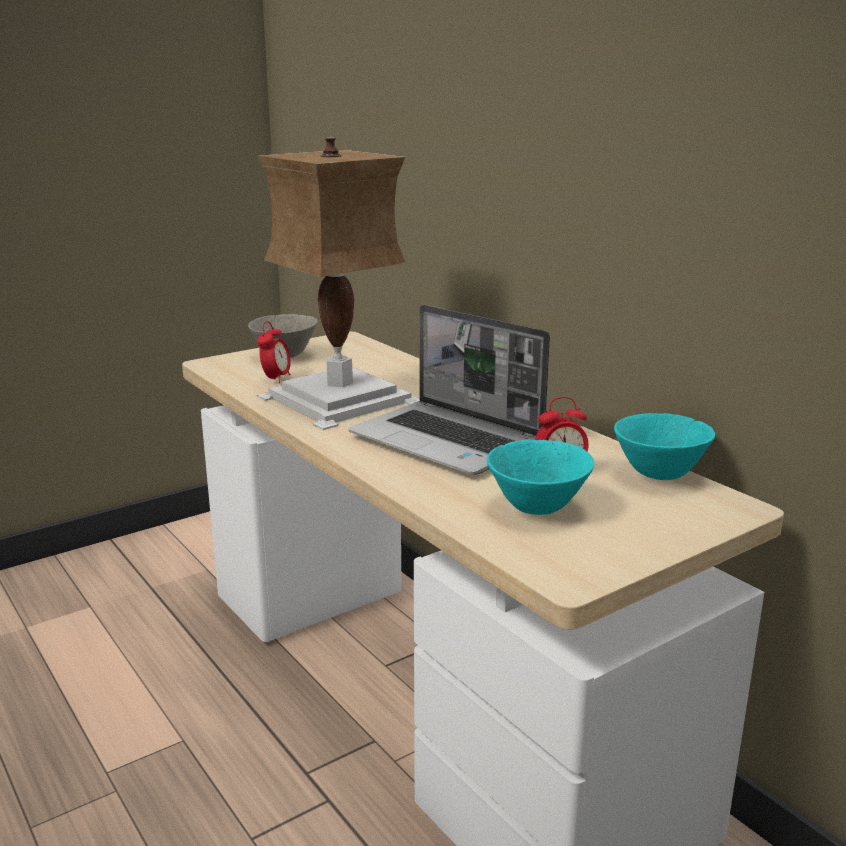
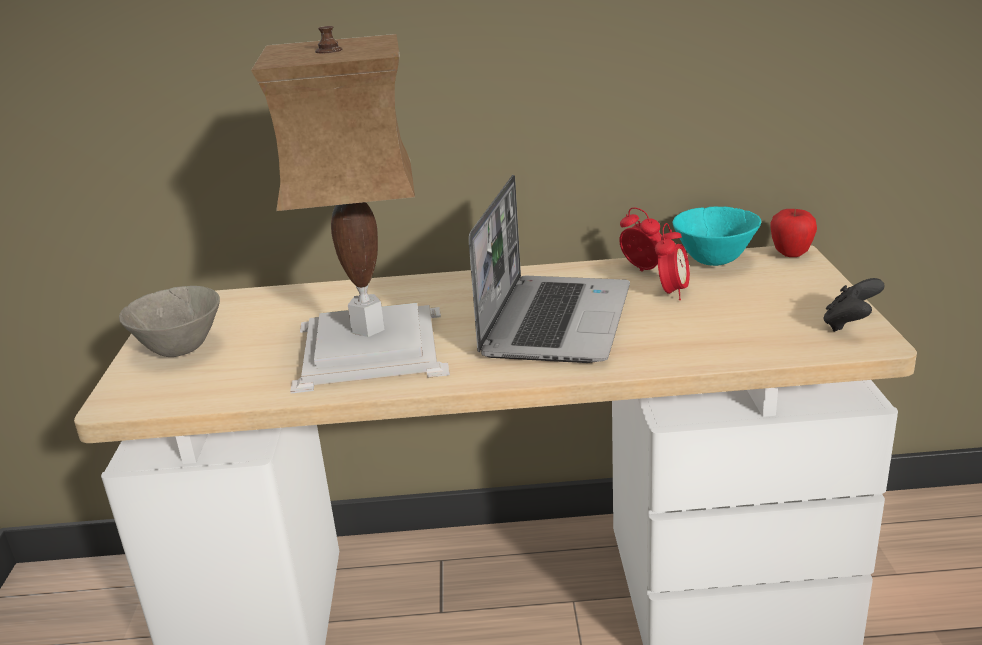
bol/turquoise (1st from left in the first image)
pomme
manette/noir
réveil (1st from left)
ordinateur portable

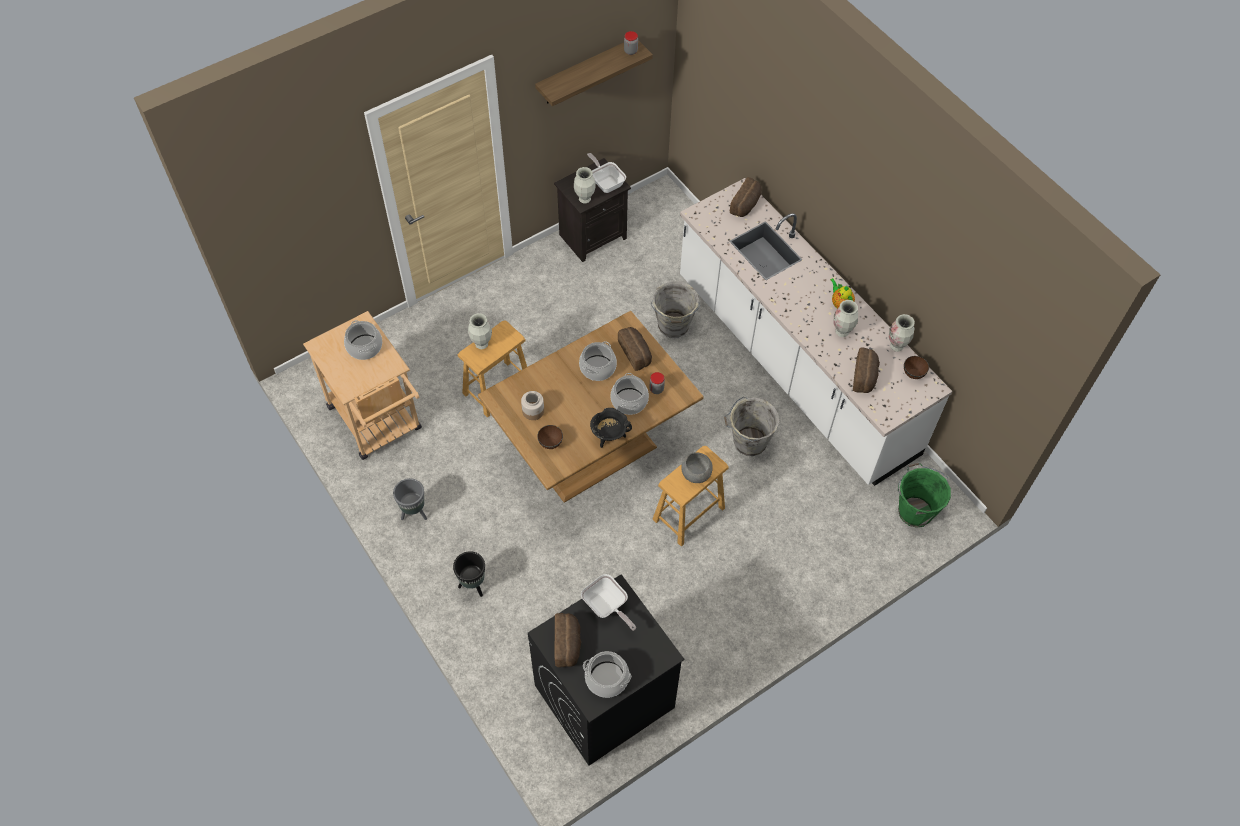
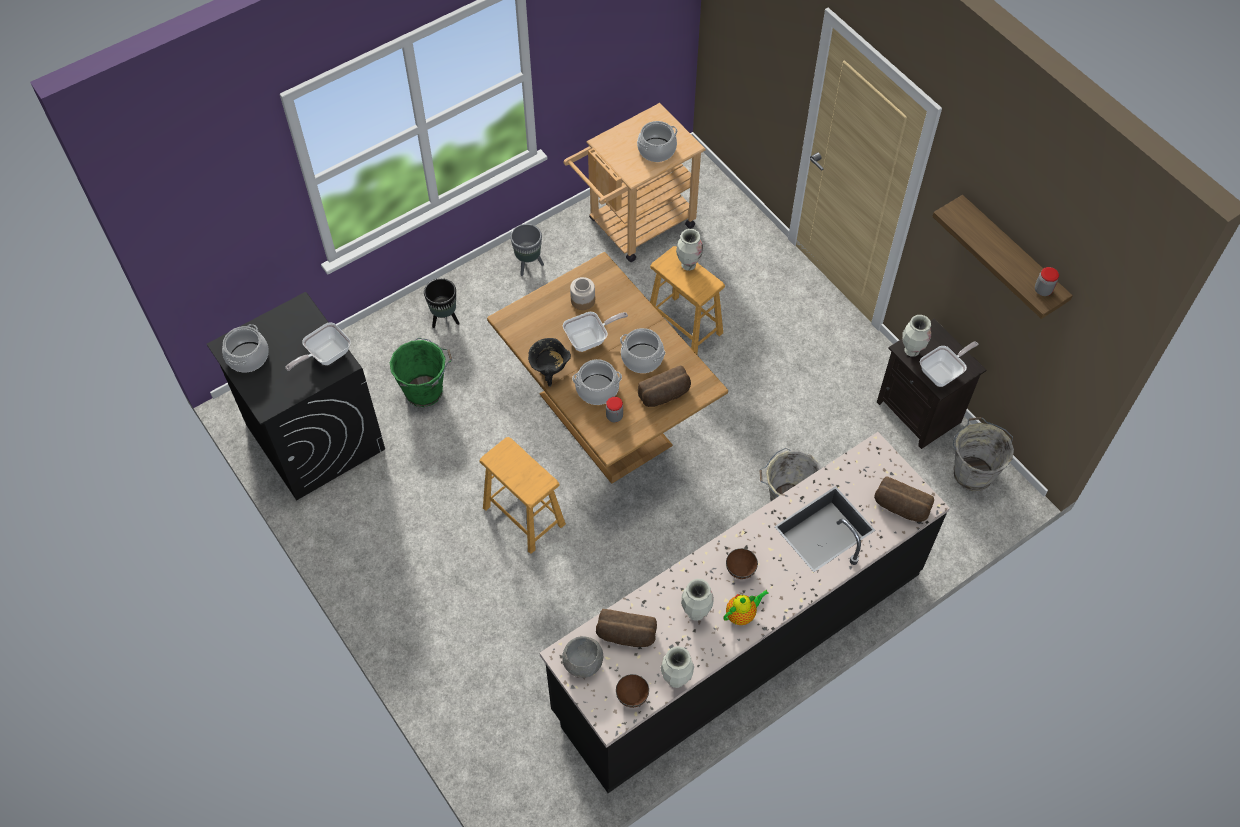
pain (1st from left in the first image)
poêle (2nd from left)
bol/marron (2nd from left)
bol/gris
seau/gris (2nd from left)
seau/vert
comptoir de cuisine/noir

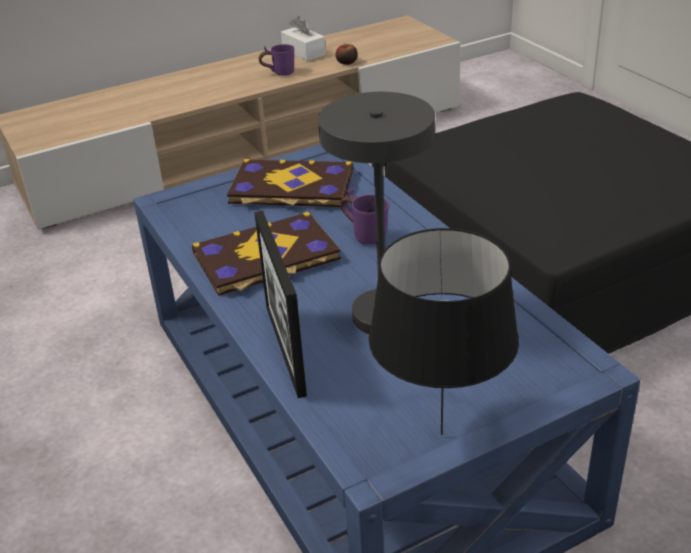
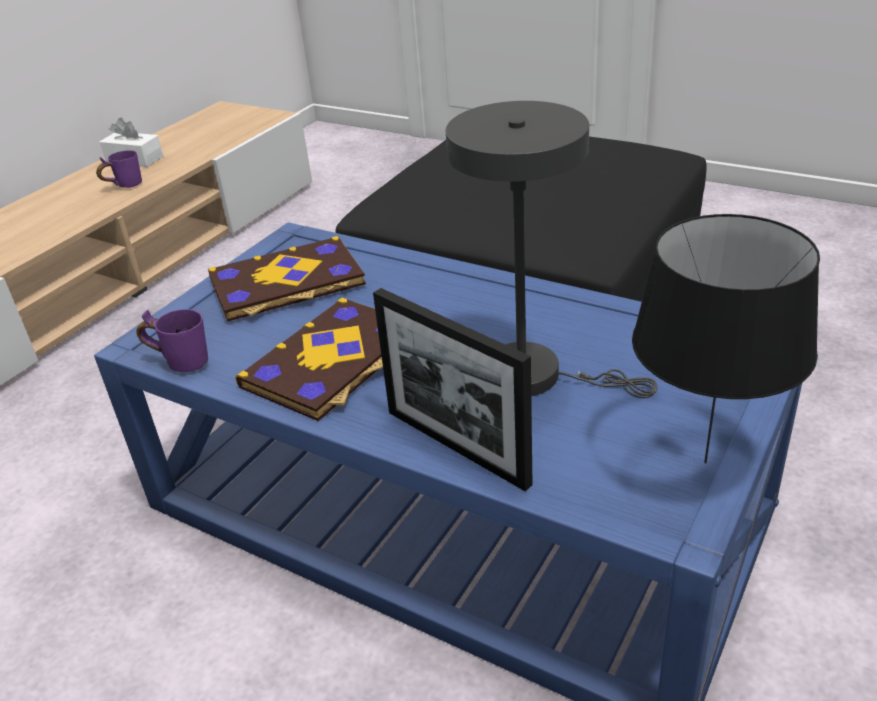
pomme
mug/violet (2nd from left)

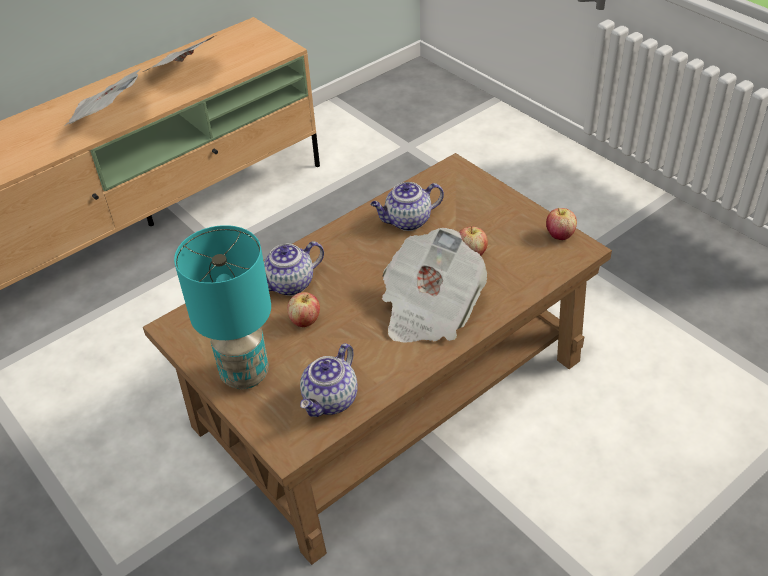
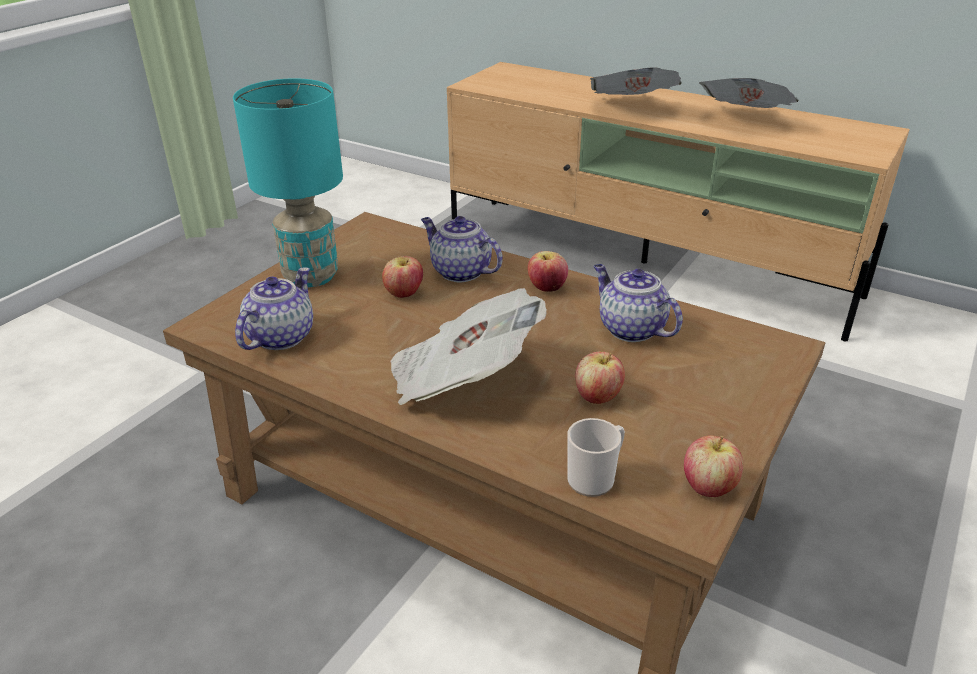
pomme (2nd from left)
mug
théière (1st from left)

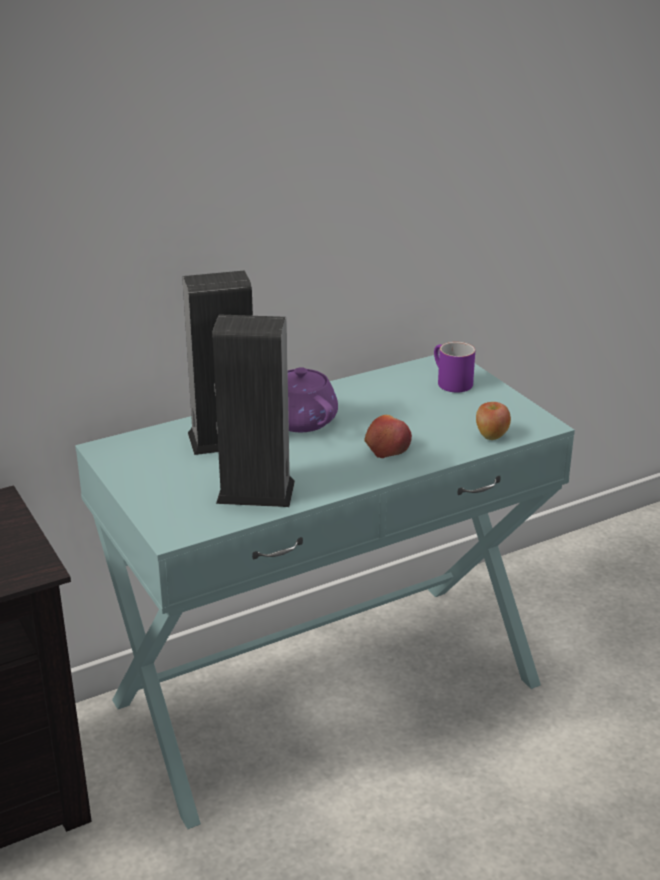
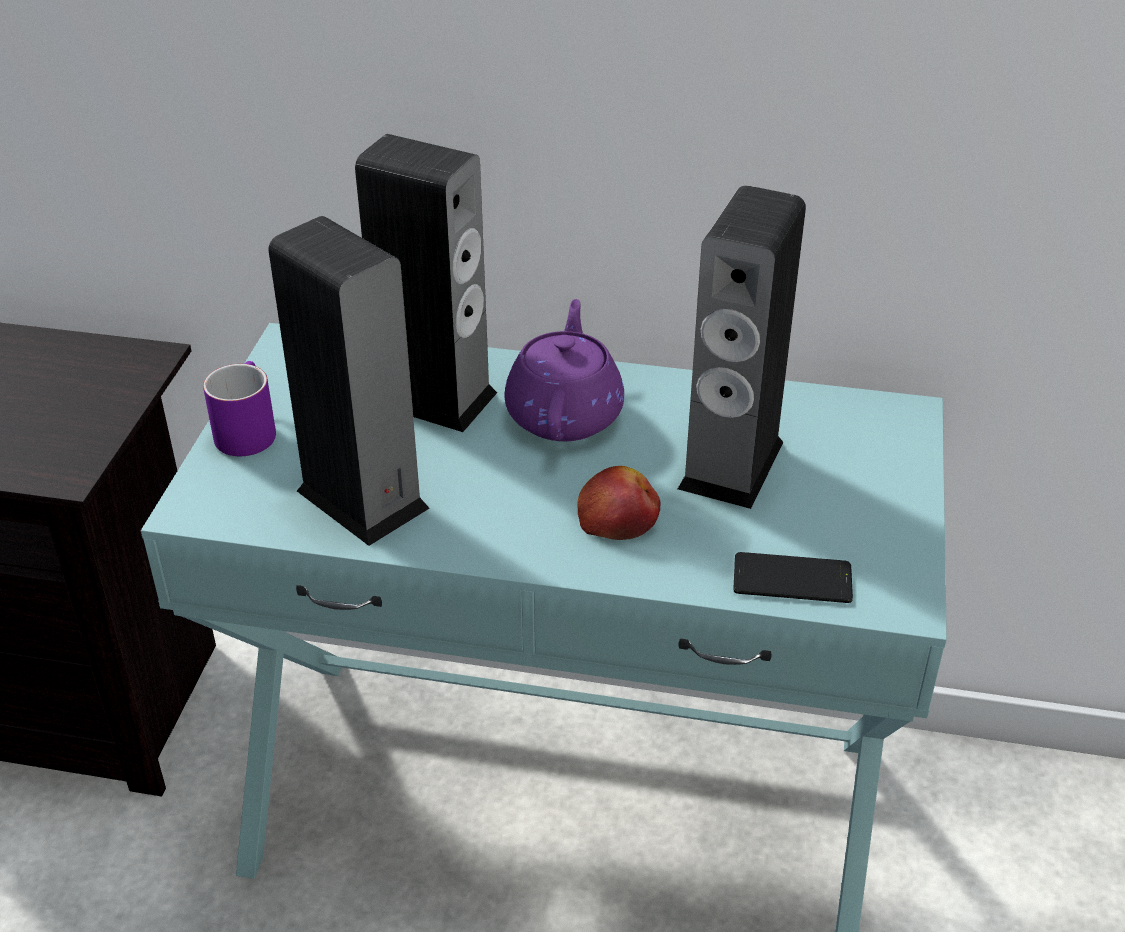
enceinte (3rd from left)
mug/violet
téléphone

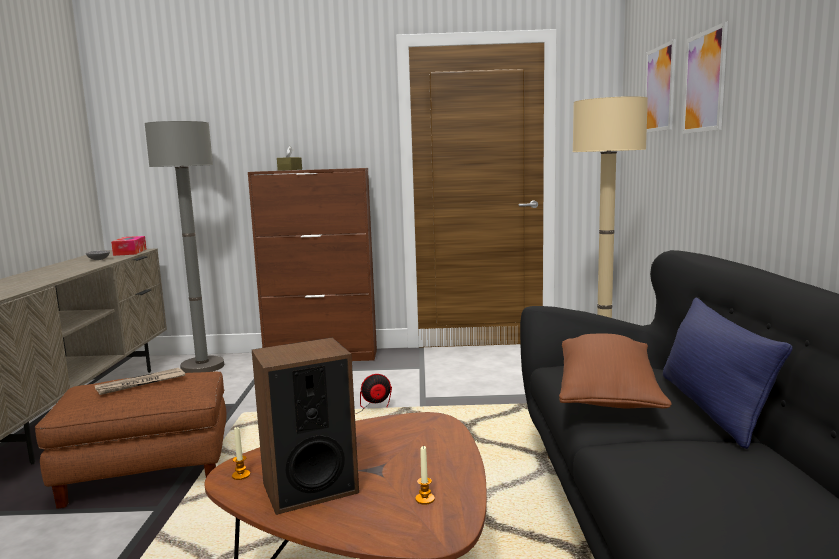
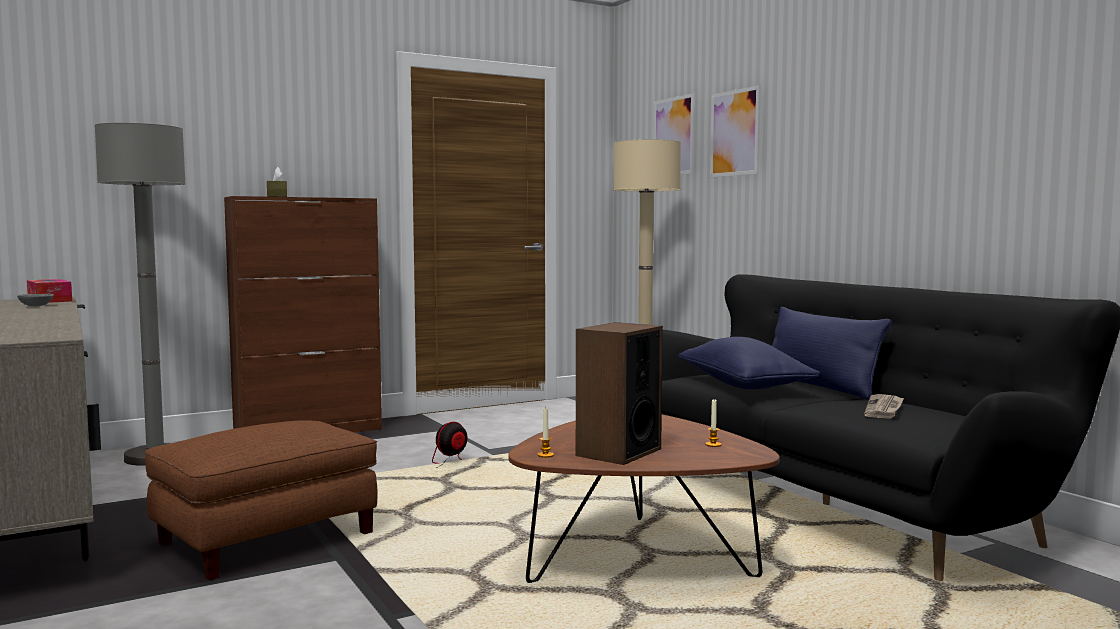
journal
coussin/bleu (1st from left)

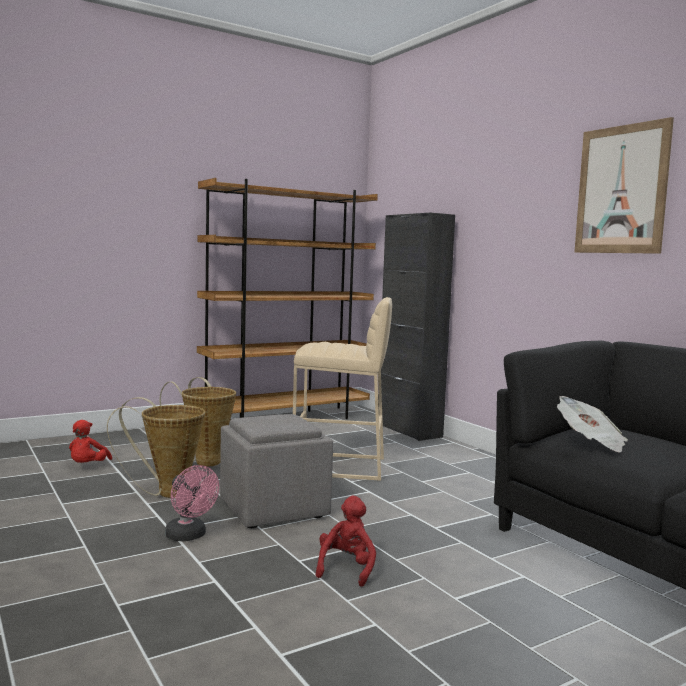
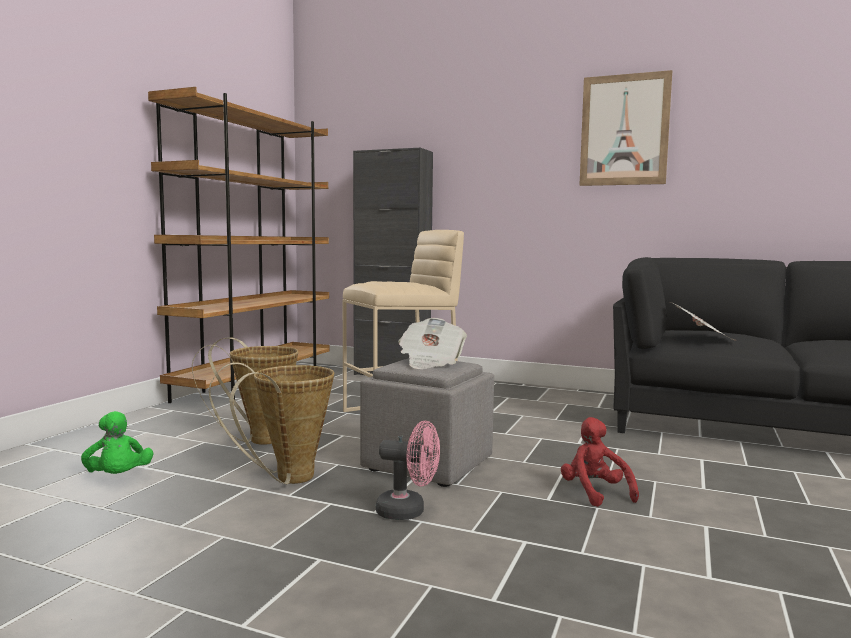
journal (1st from left)
peluche/vert

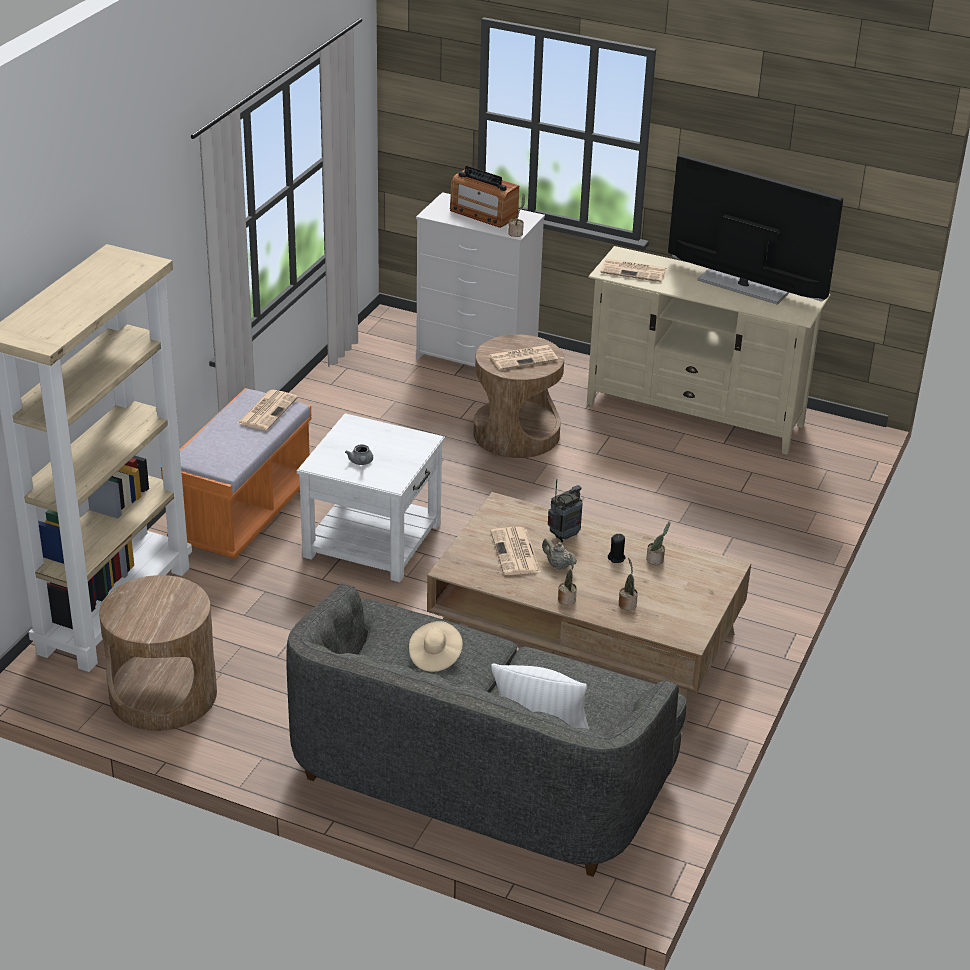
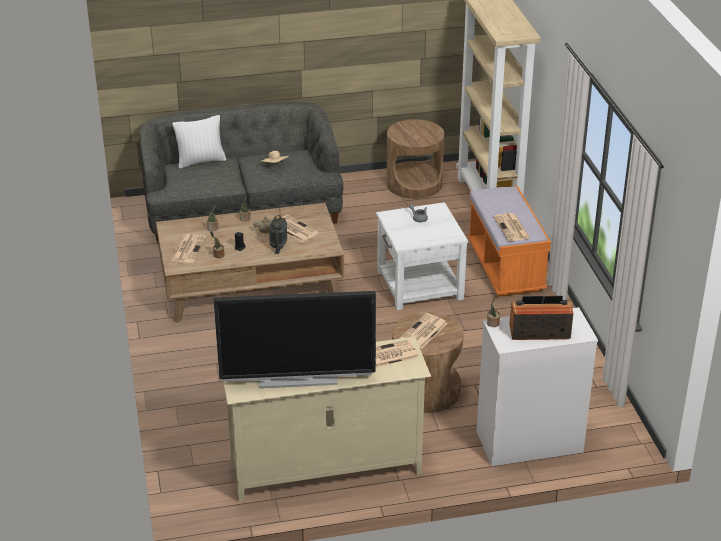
journal (1st from left)

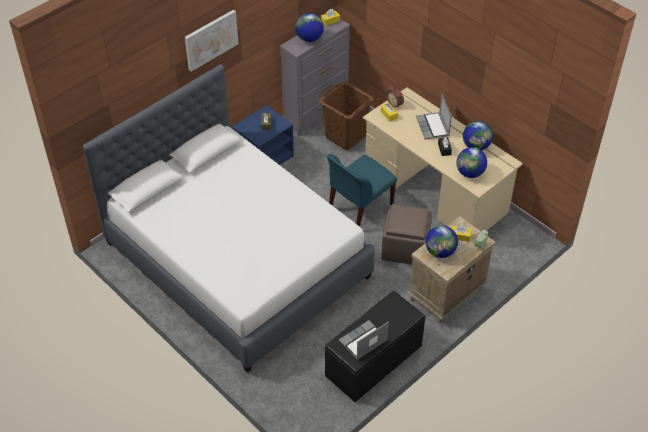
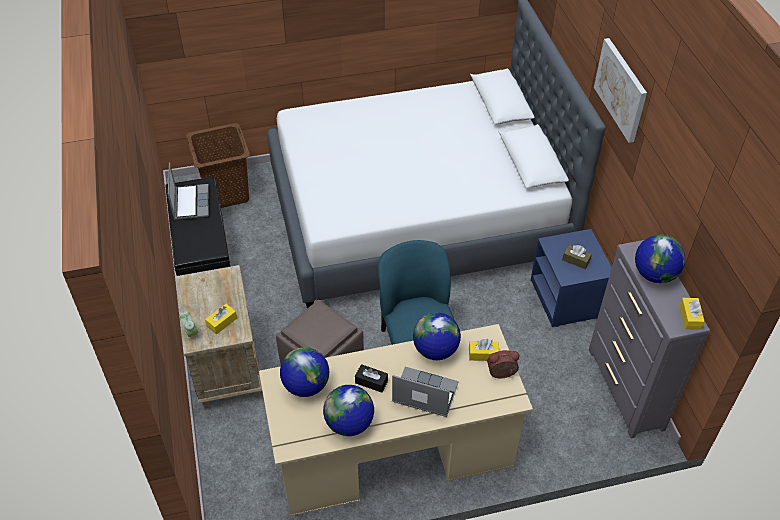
panier à linge/marron
globe (3rd from left)

